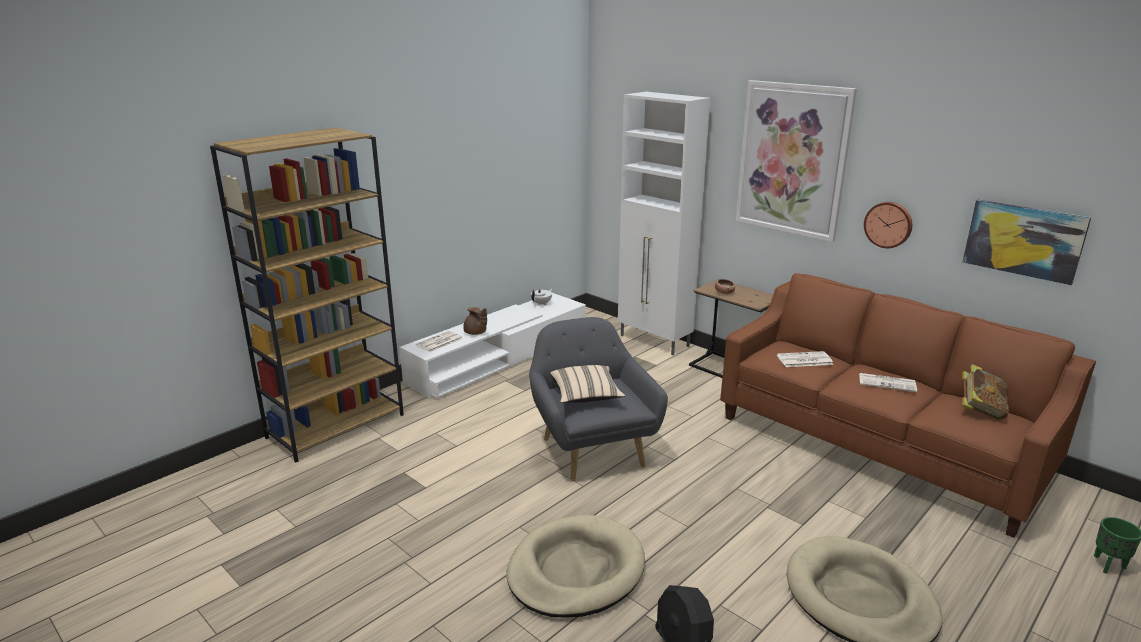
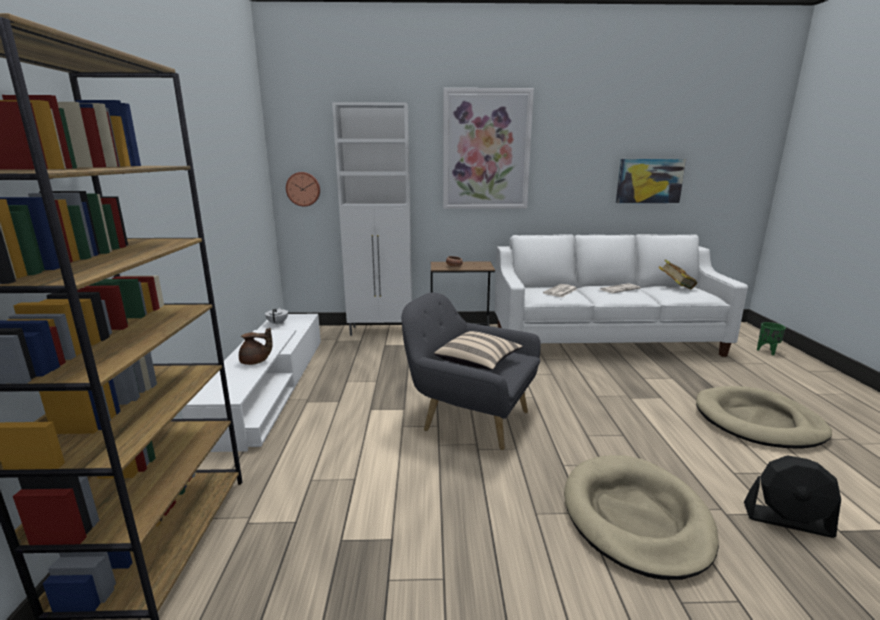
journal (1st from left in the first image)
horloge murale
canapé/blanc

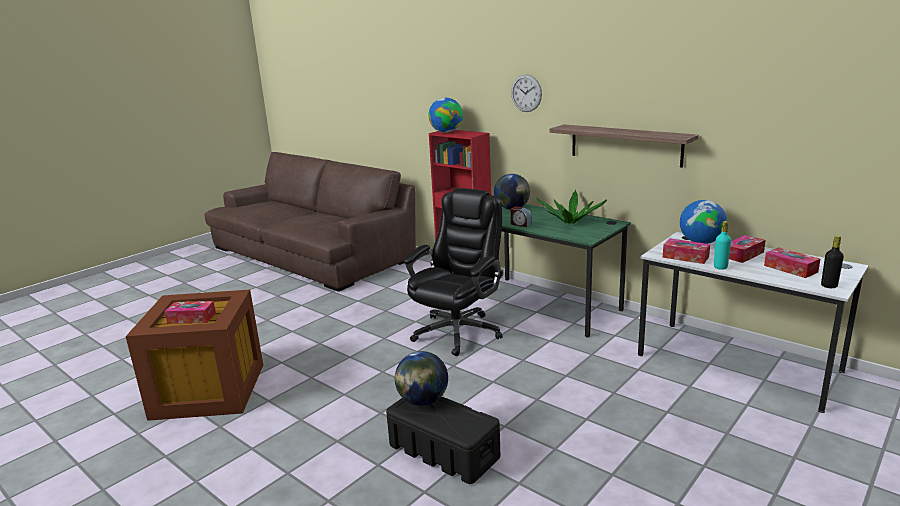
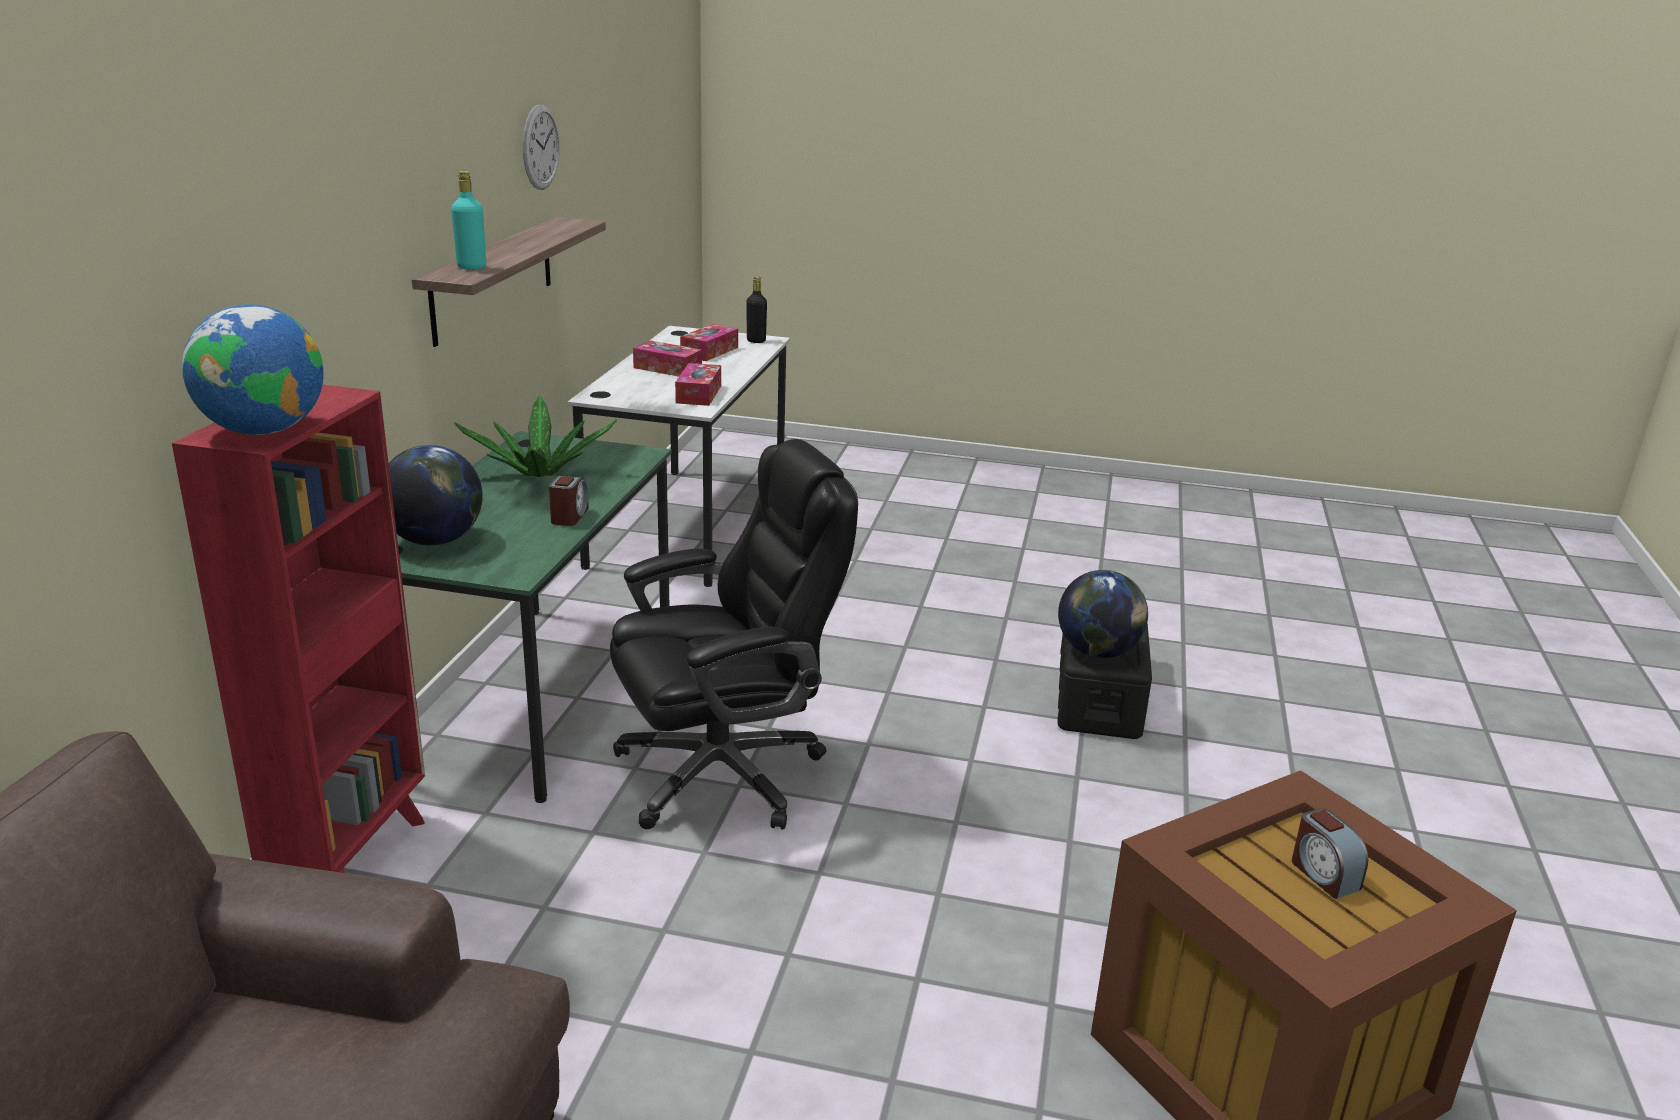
globe (4th from left in the first image)
horloge murale
bouteille/turquoise
réveil (2nd from left)
chaise de bureau/noir

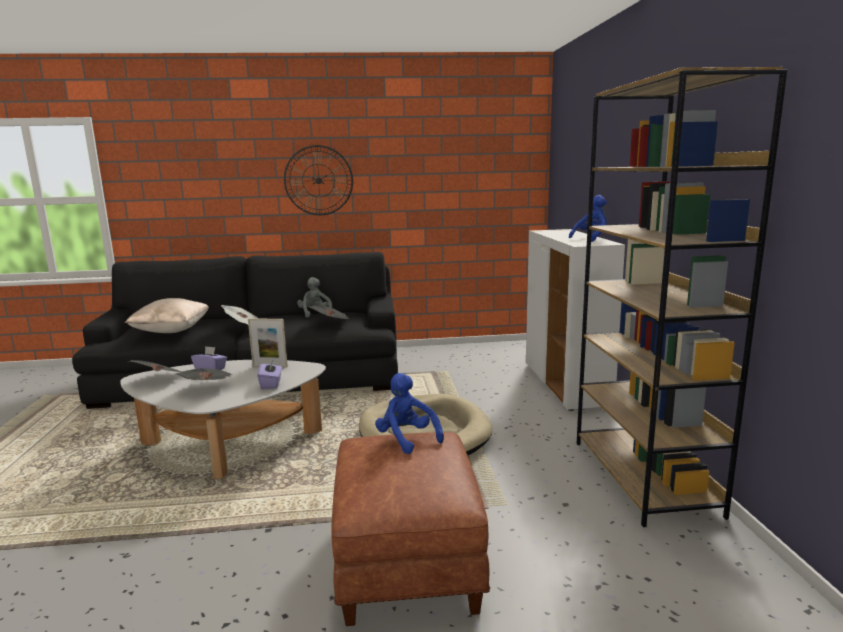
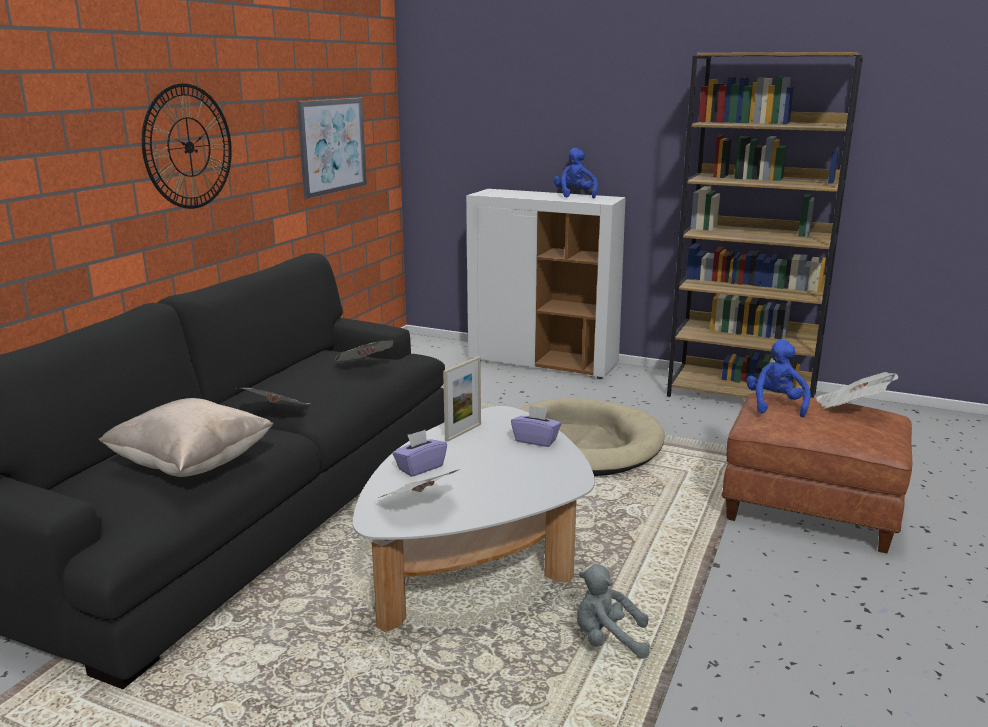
tableau
journal (4th from left)
peluche/gris
peluche/bleu (2nd from left)

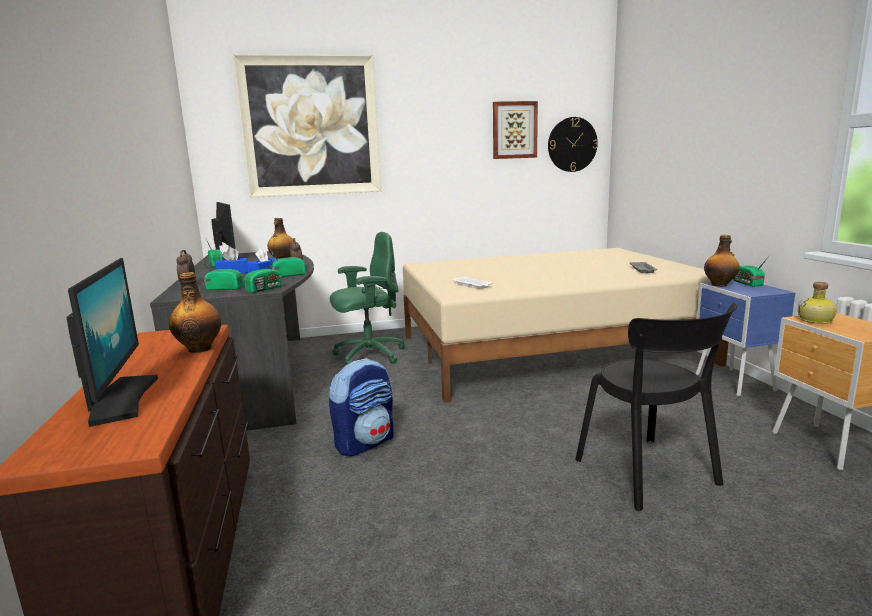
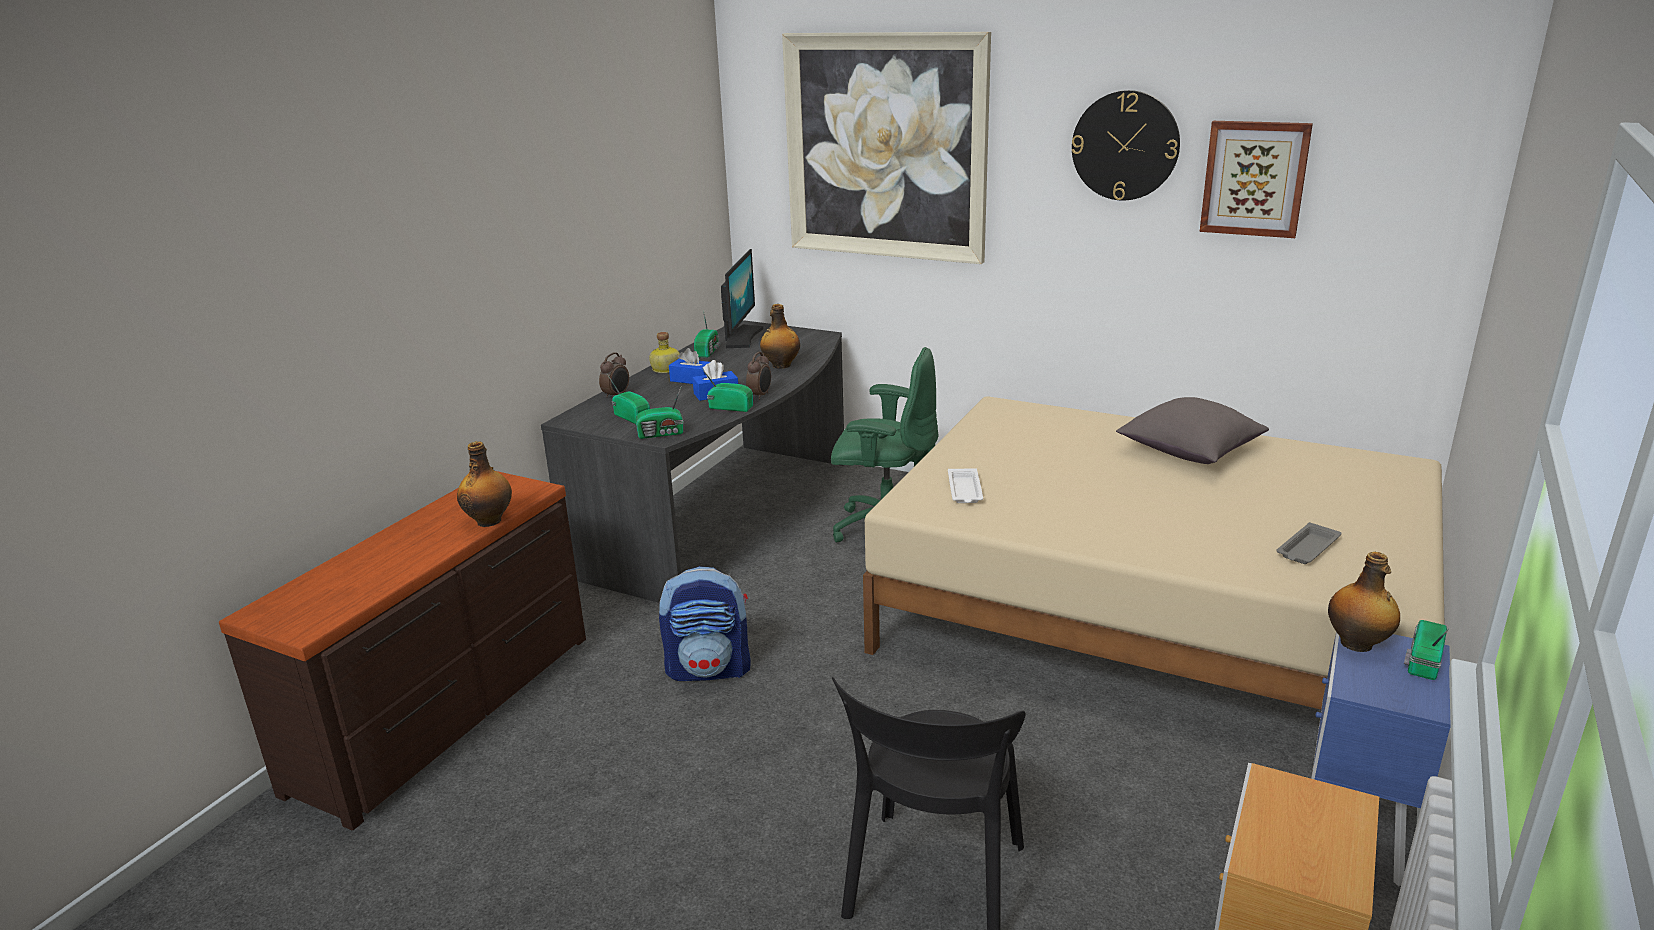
écran d'ordinateur (1st from left in the first image)
coussin/gris
horloge murale
bouteille (2nd from left)

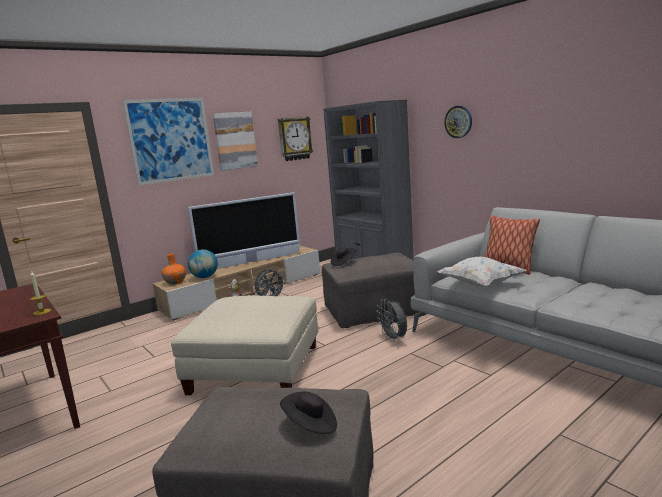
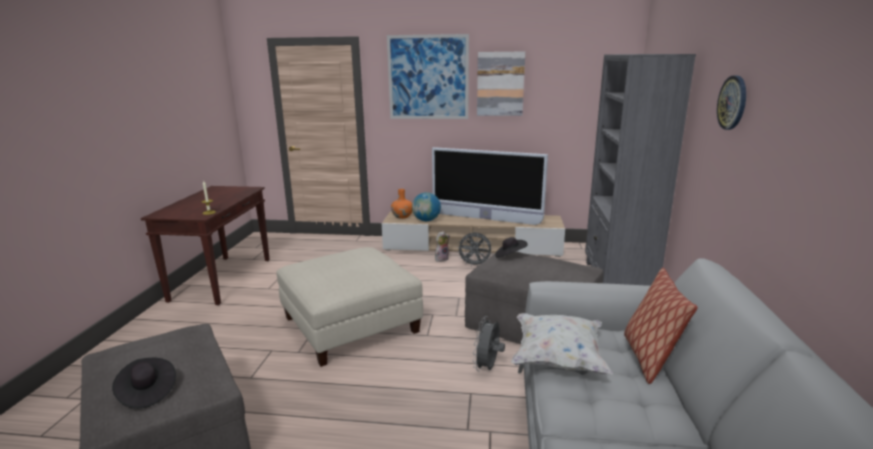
horloge murale (1st from left in the first image)

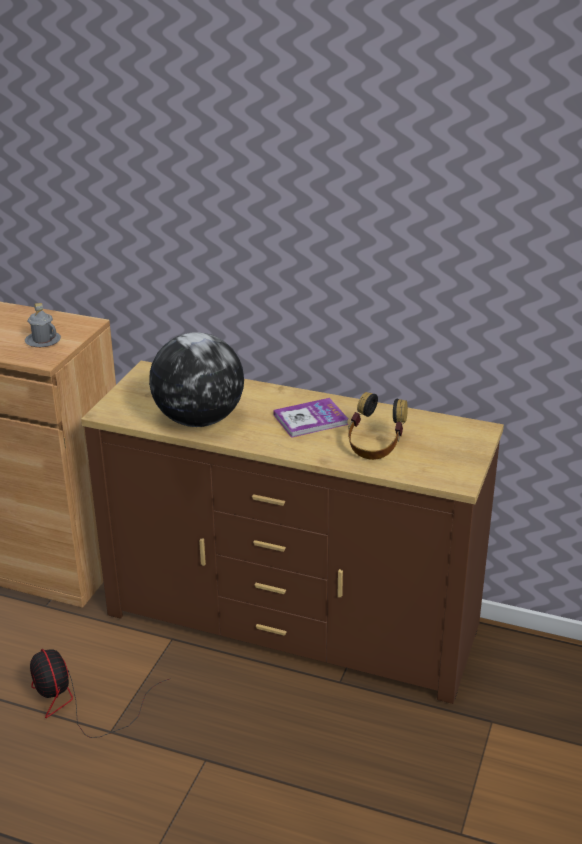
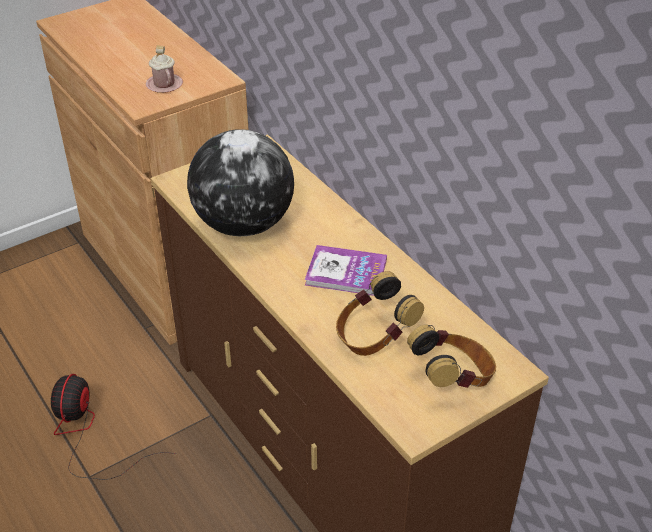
casque audio (2nd from left)
mug/rose

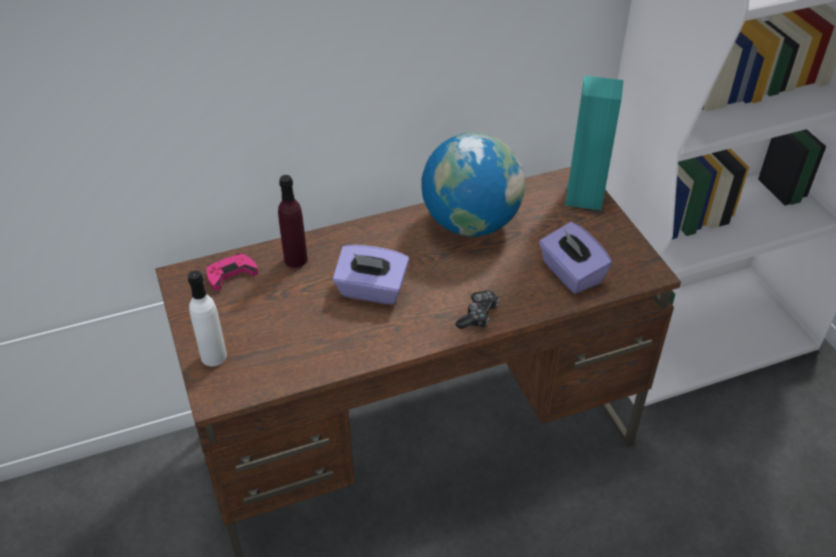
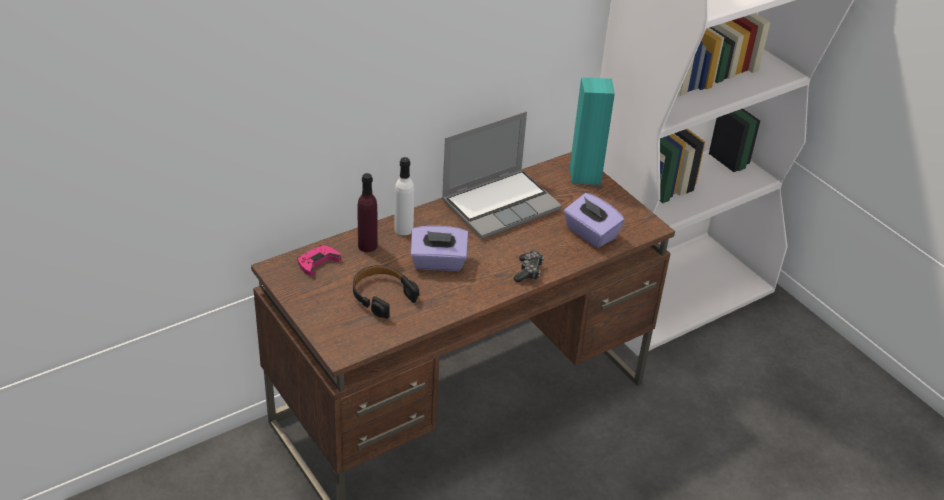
casque audio/noir
bouteille/blanc
ordinateur portable

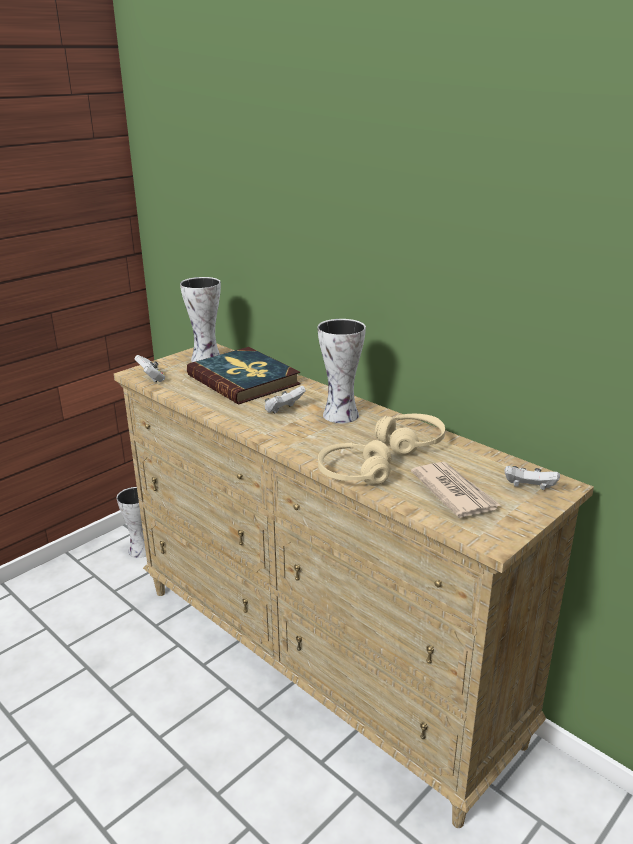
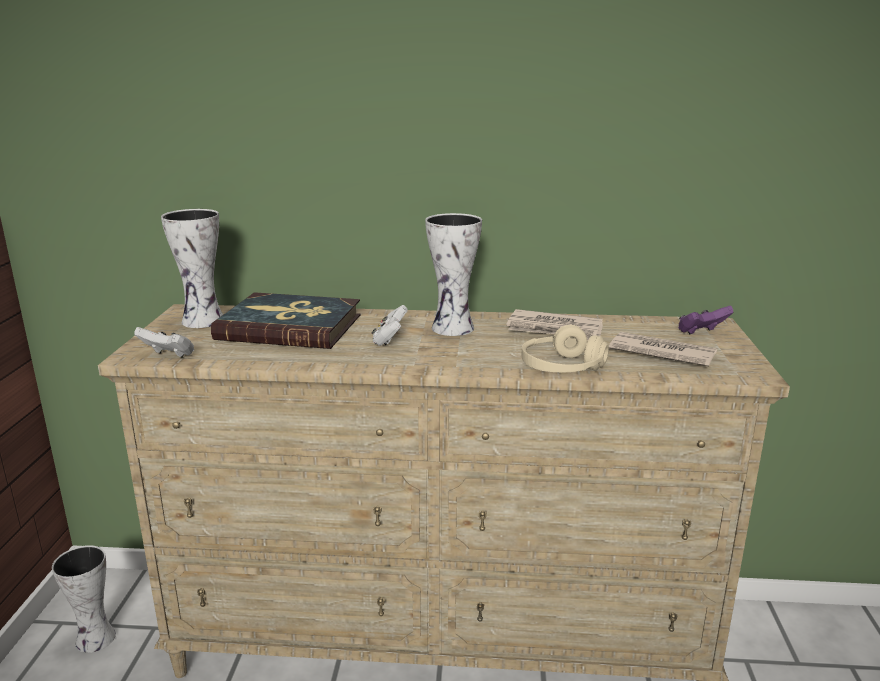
journal (1st from left)
manette/violet

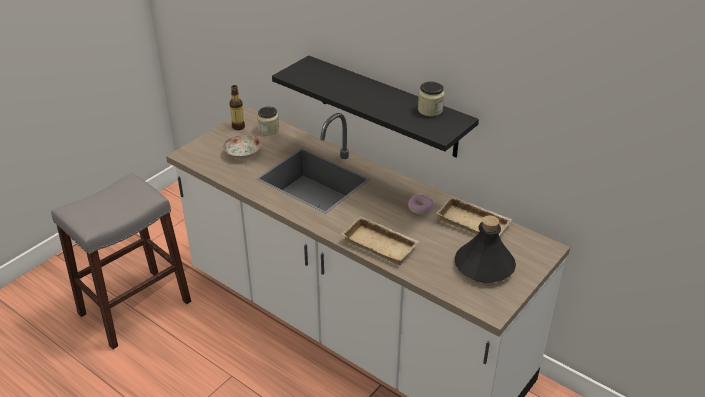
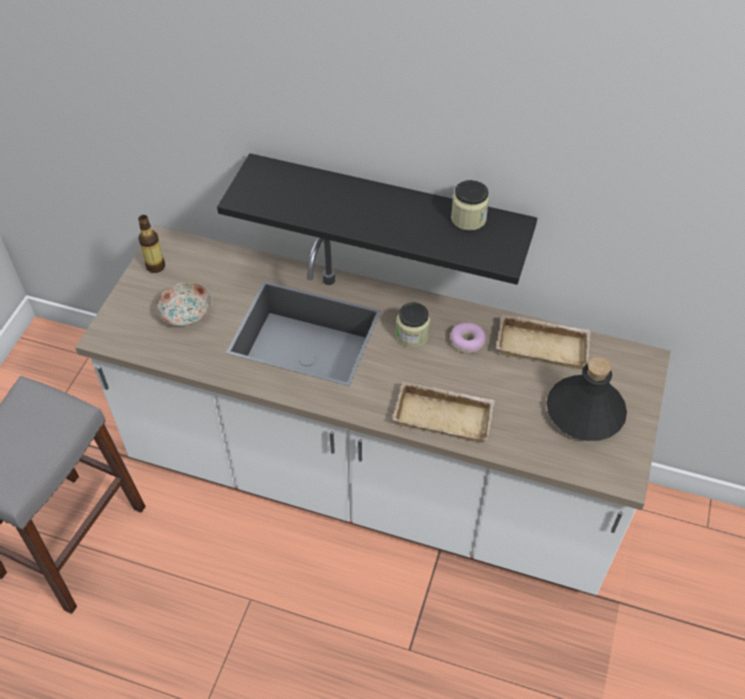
bocal (1st from left)

